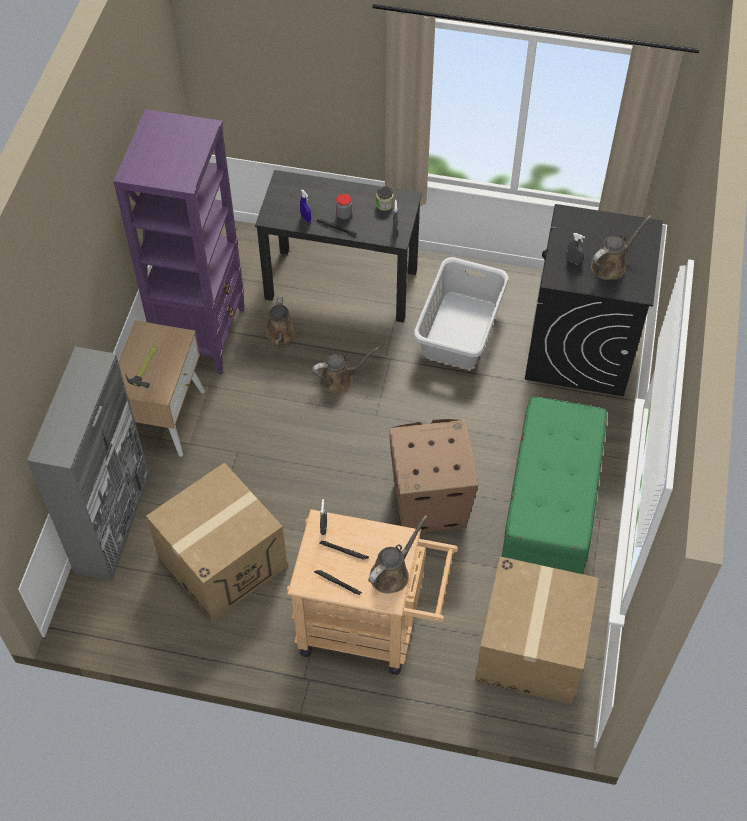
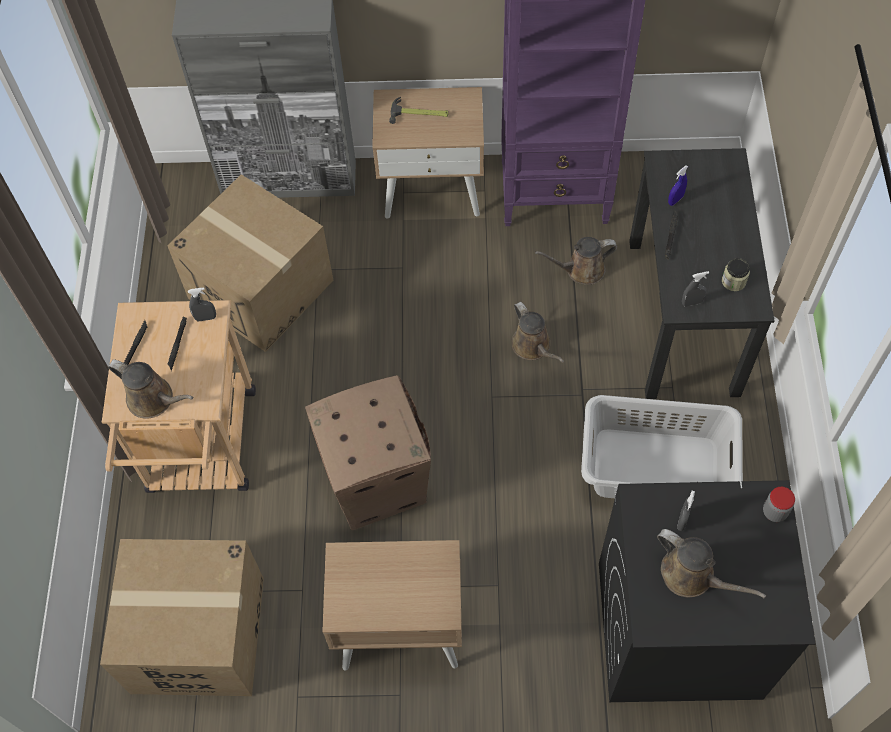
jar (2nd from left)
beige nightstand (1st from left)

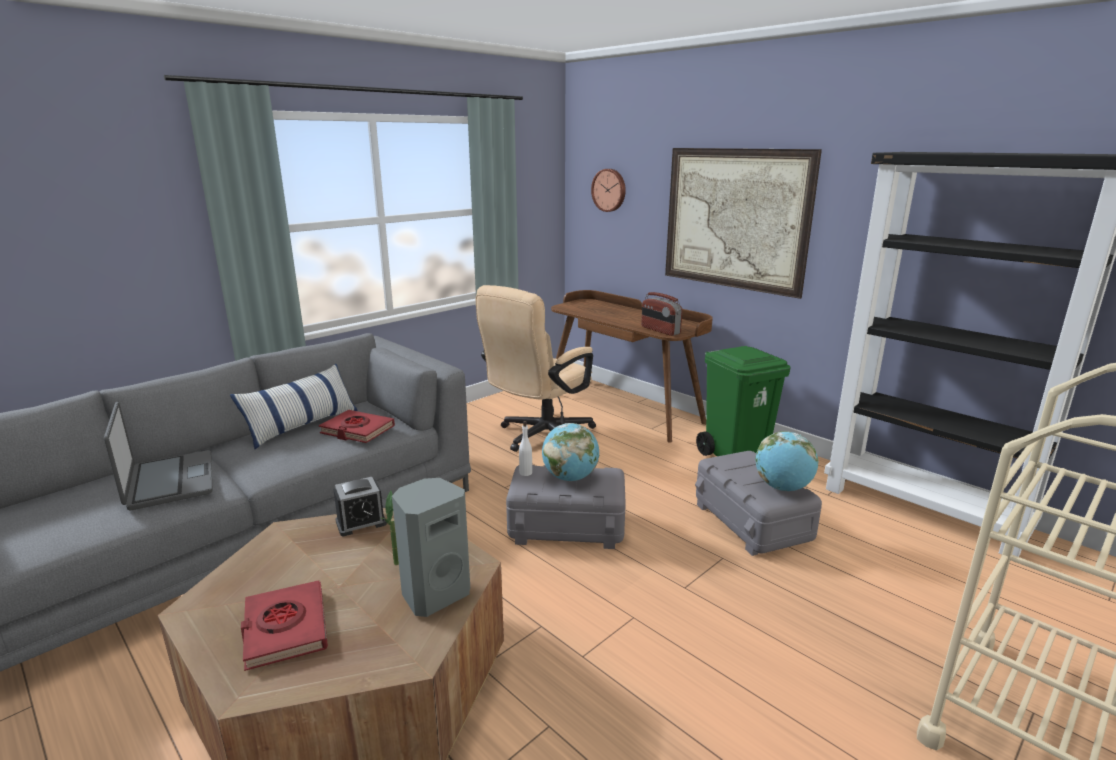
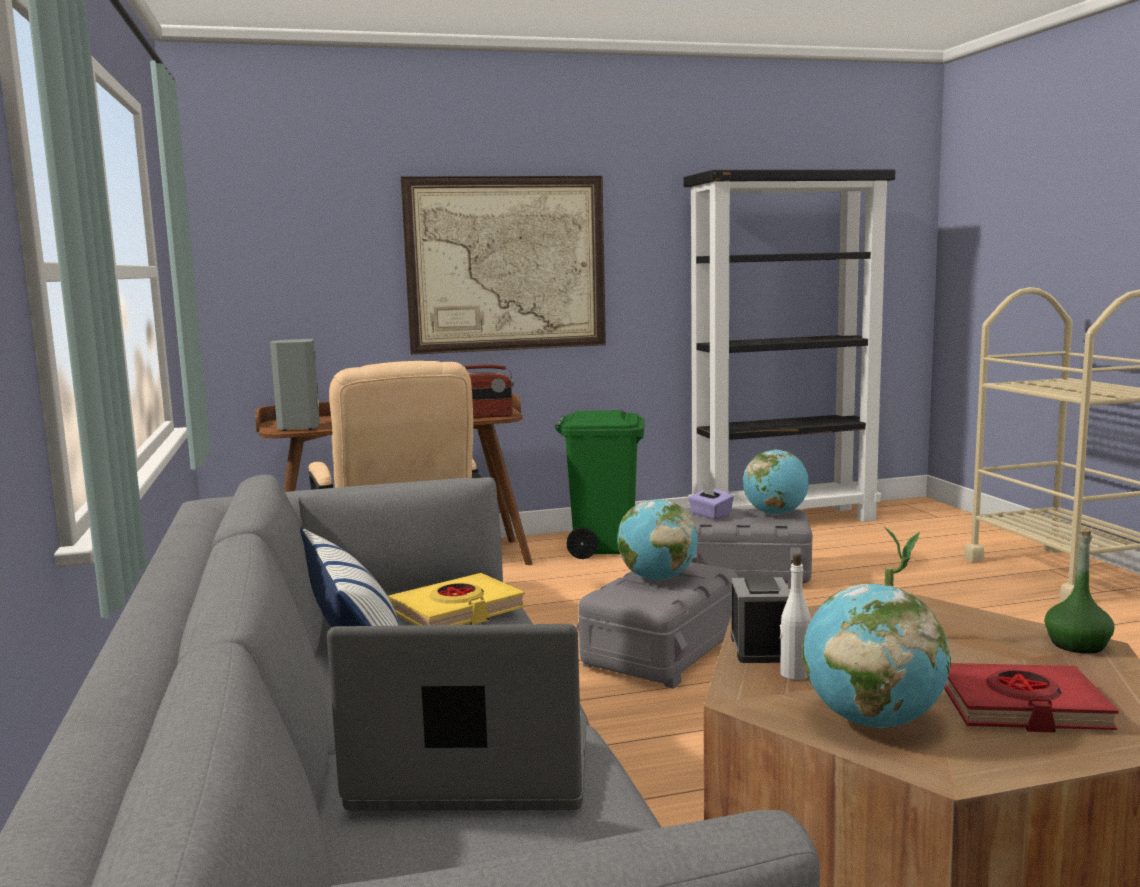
wall clock
purple tissue box
globe (3rd from left)
green bottle
grey speaker
white bottle
yellow book

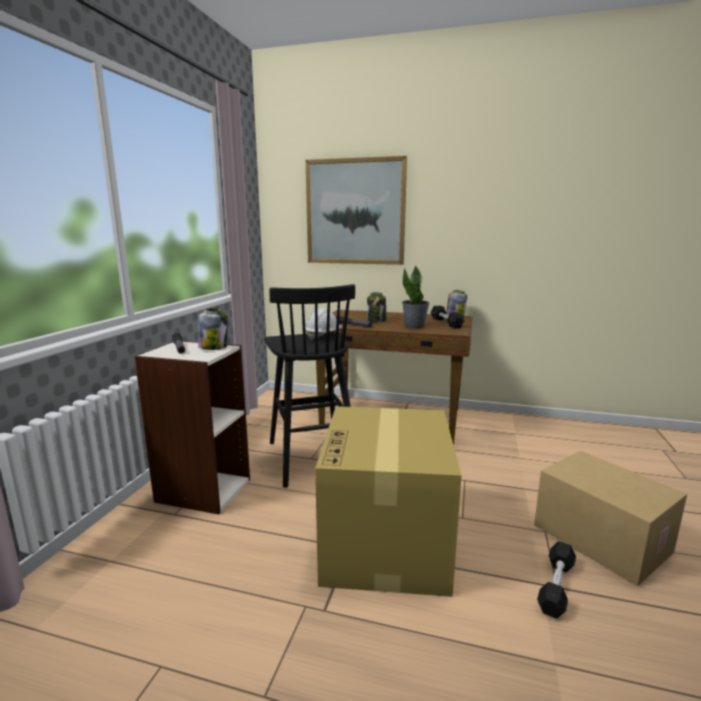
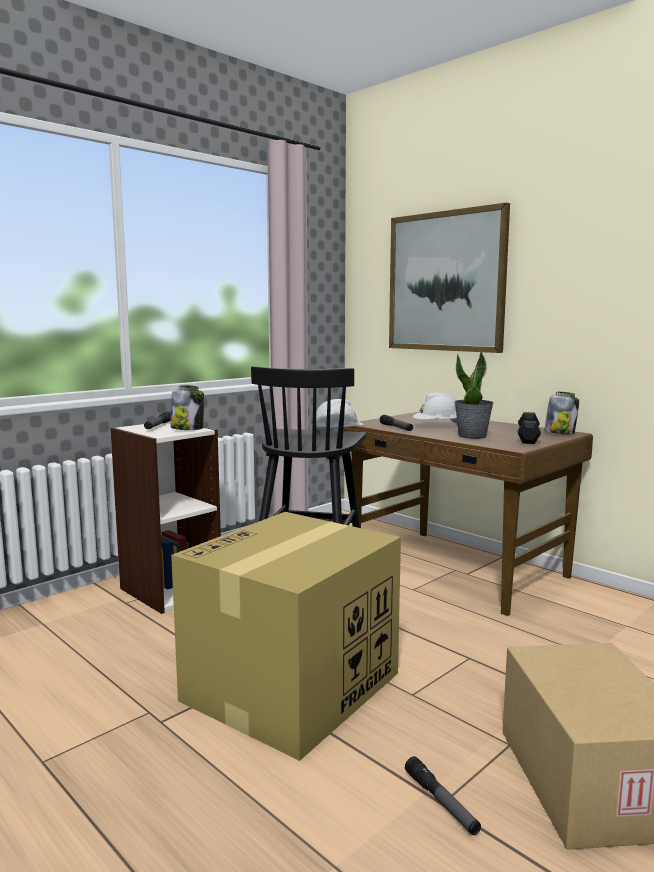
white hard hat (2nd from left)
flashlight (3rd from left)

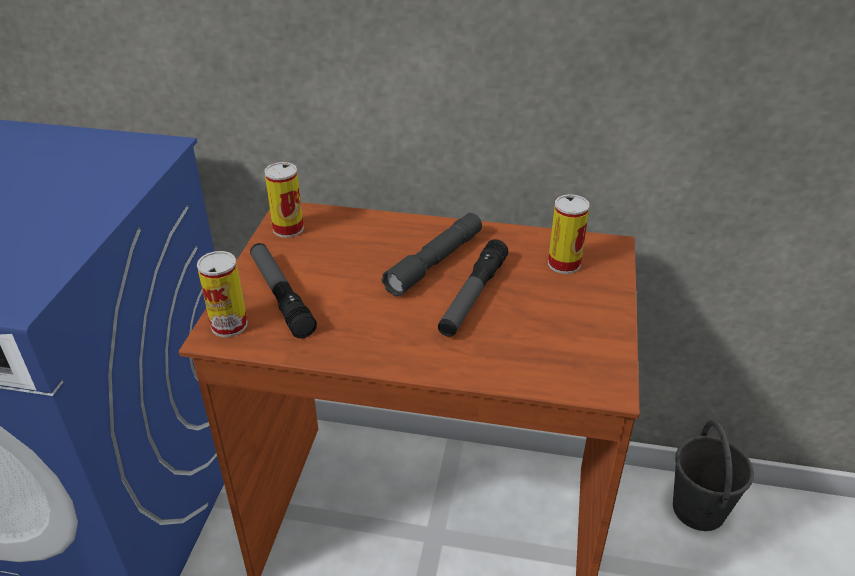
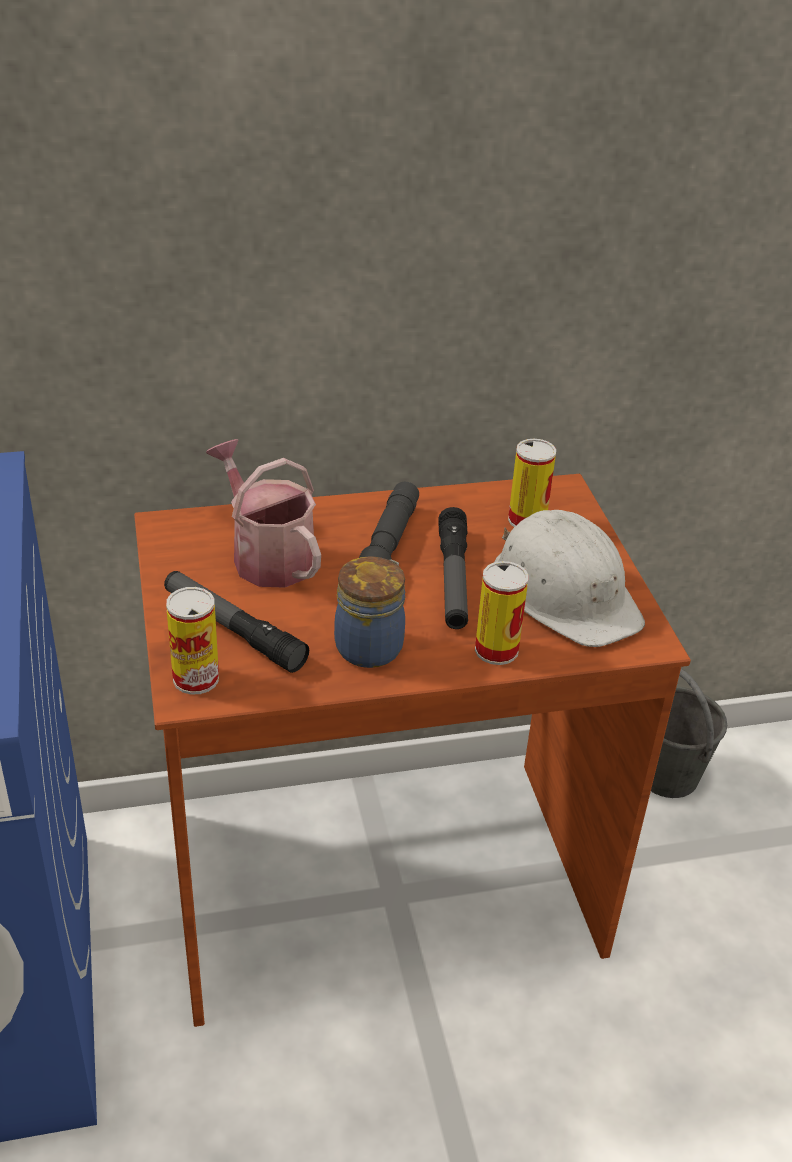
watering can
jar
white hard hat
can (2nd from left)

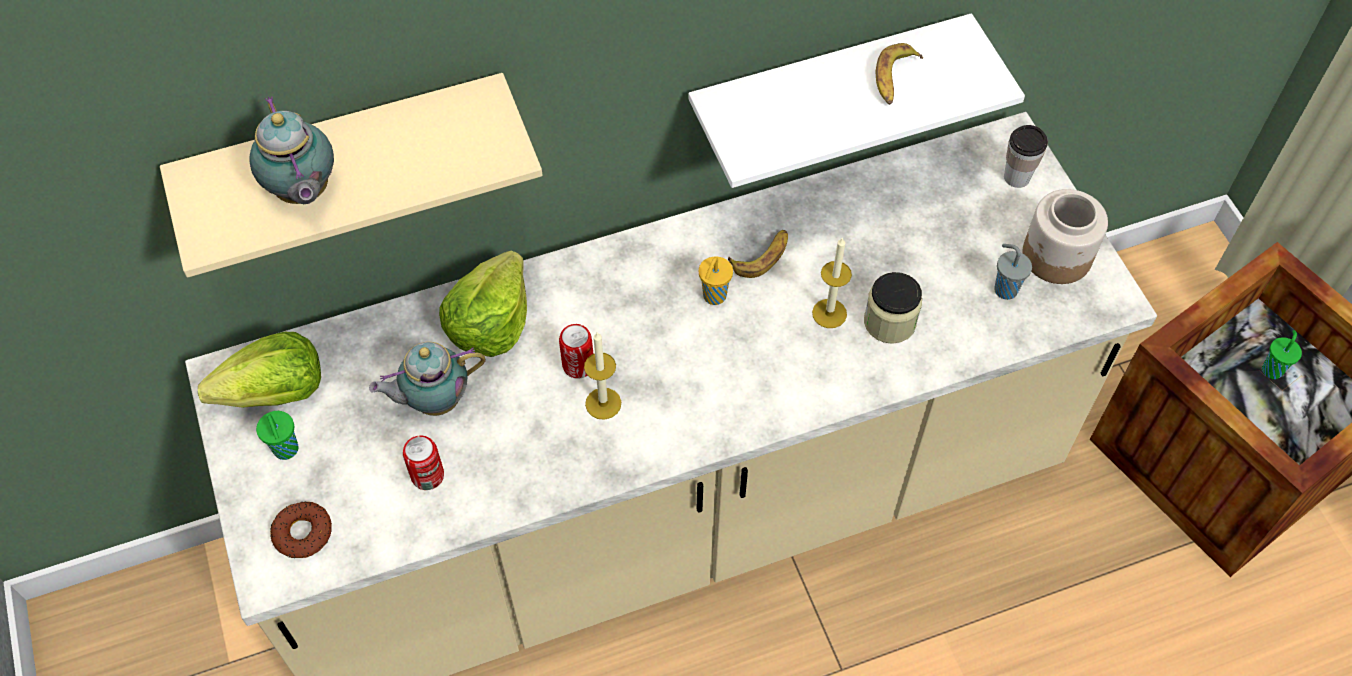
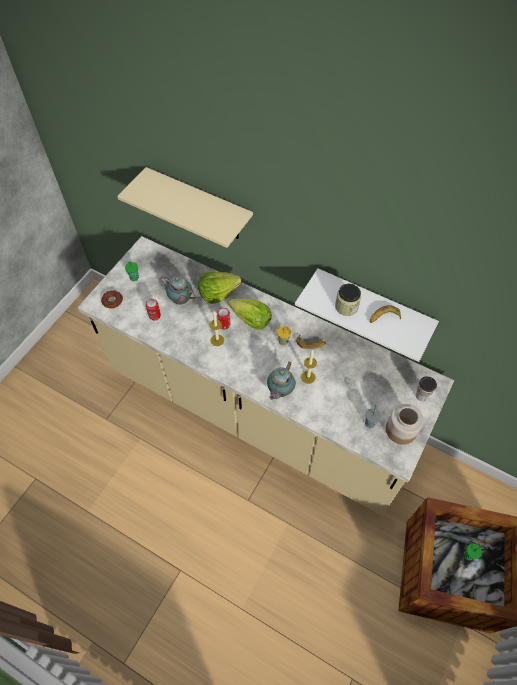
lettuce (2nd from left)
teapot (2nd from left)
jar (1st from left)

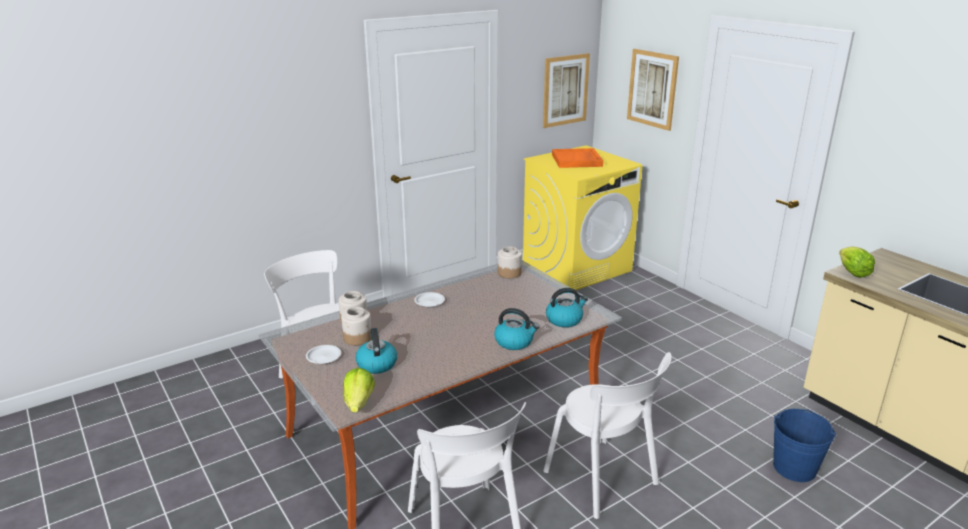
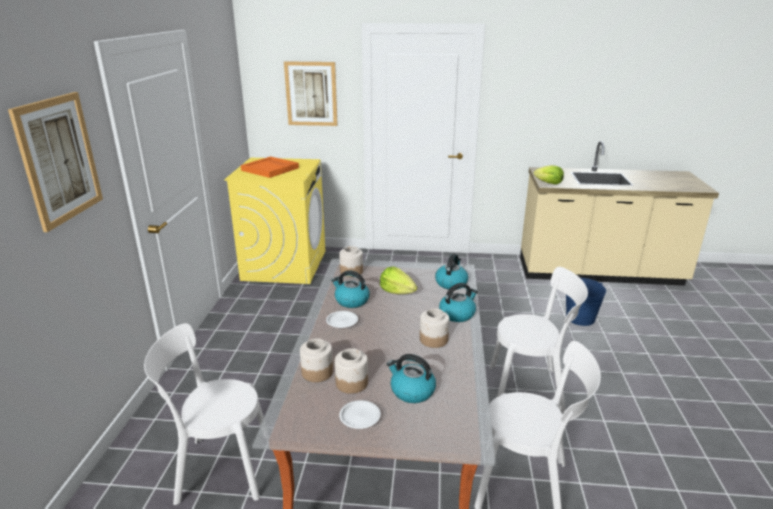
kettle (1st from left)
jar (4th from left)
lettuce (1st from left)
picture (1st from left)

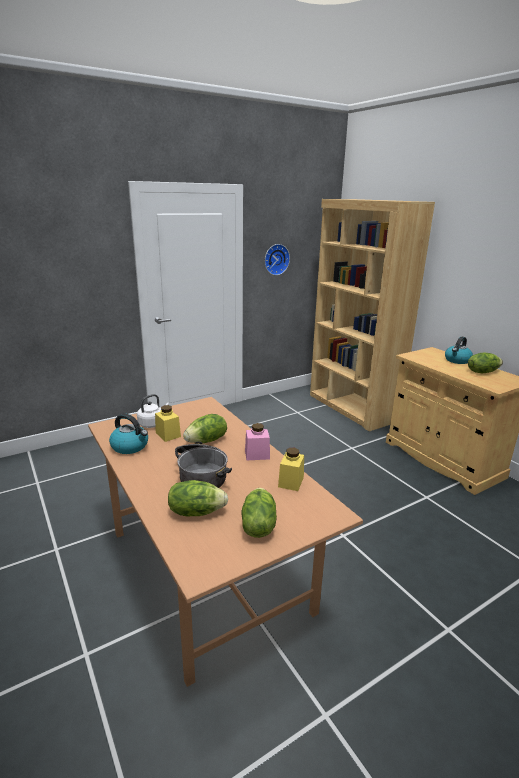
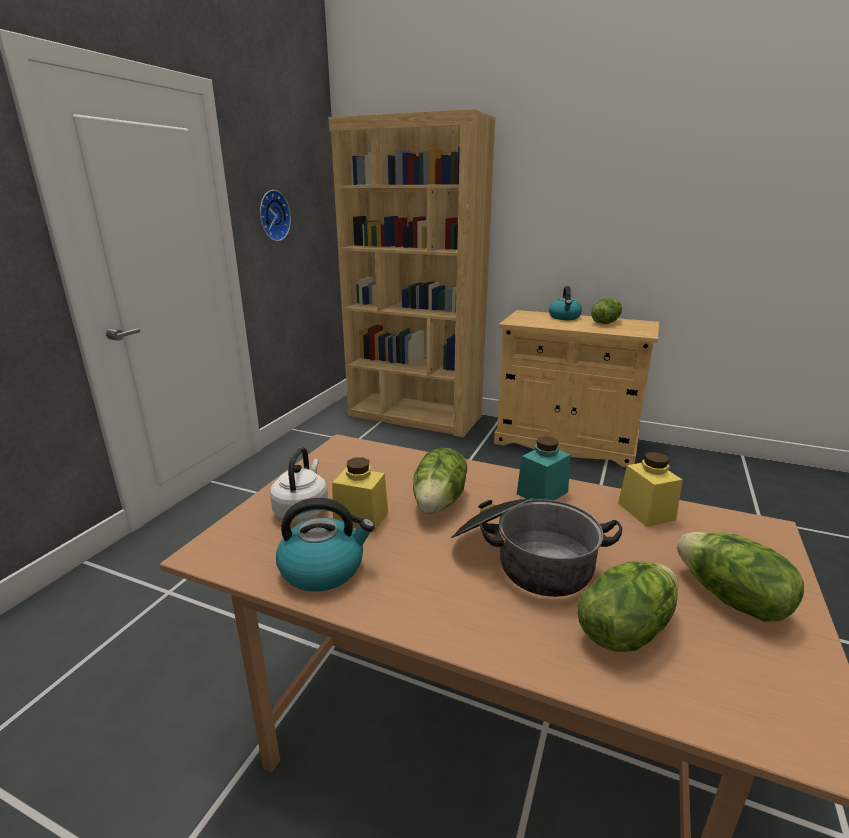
turquoise jar

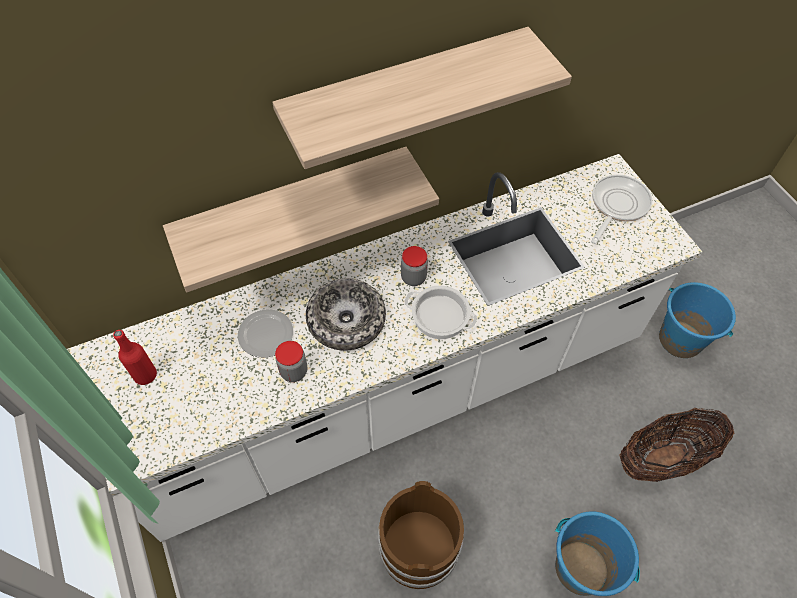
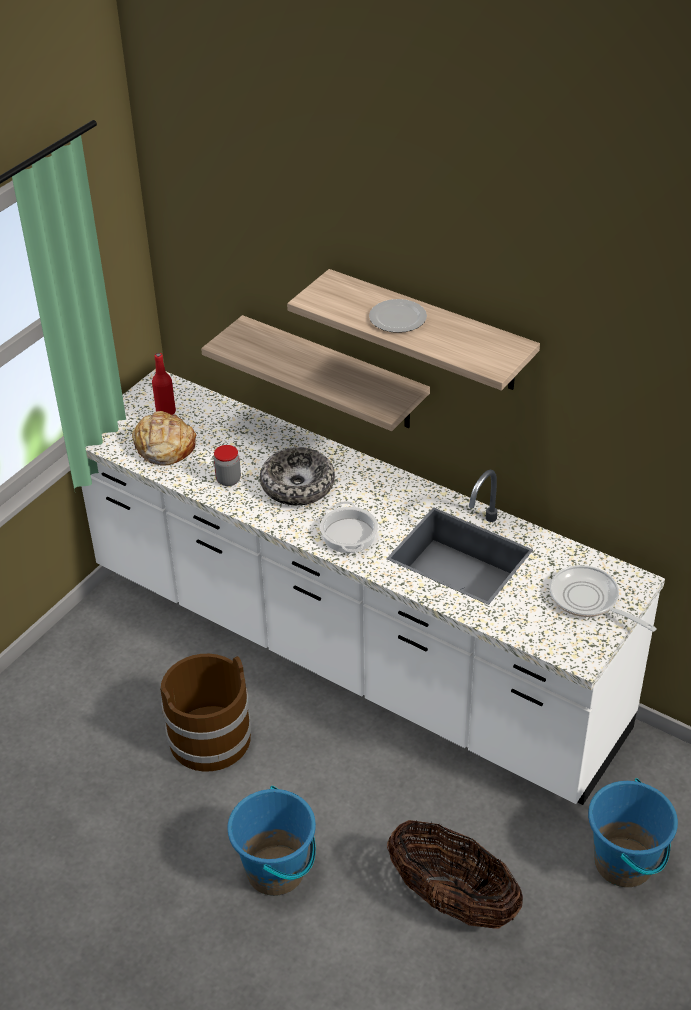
jar (2nd from left in the first image)
bread
plate
frying pan

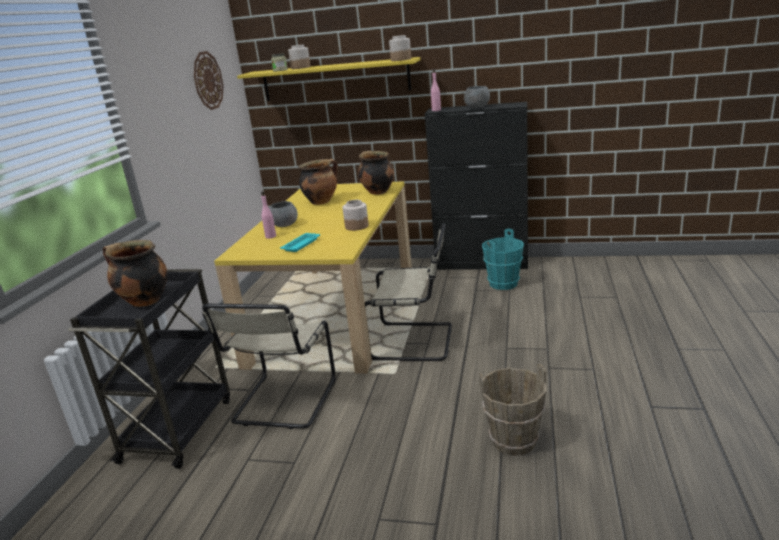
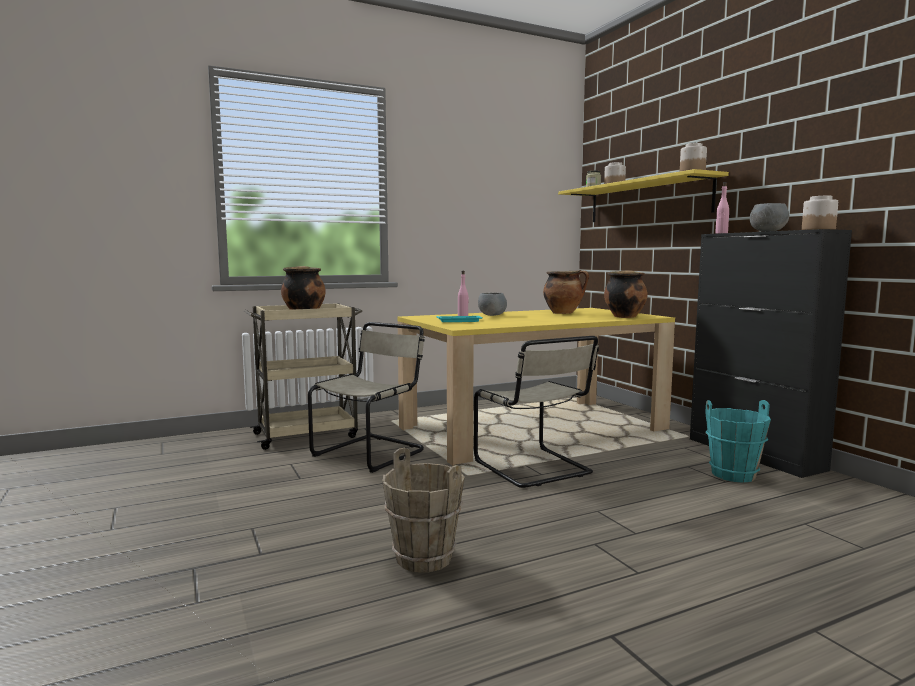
wall clock
jar (4th from left)
beige cart
beige chair (1st from left)

